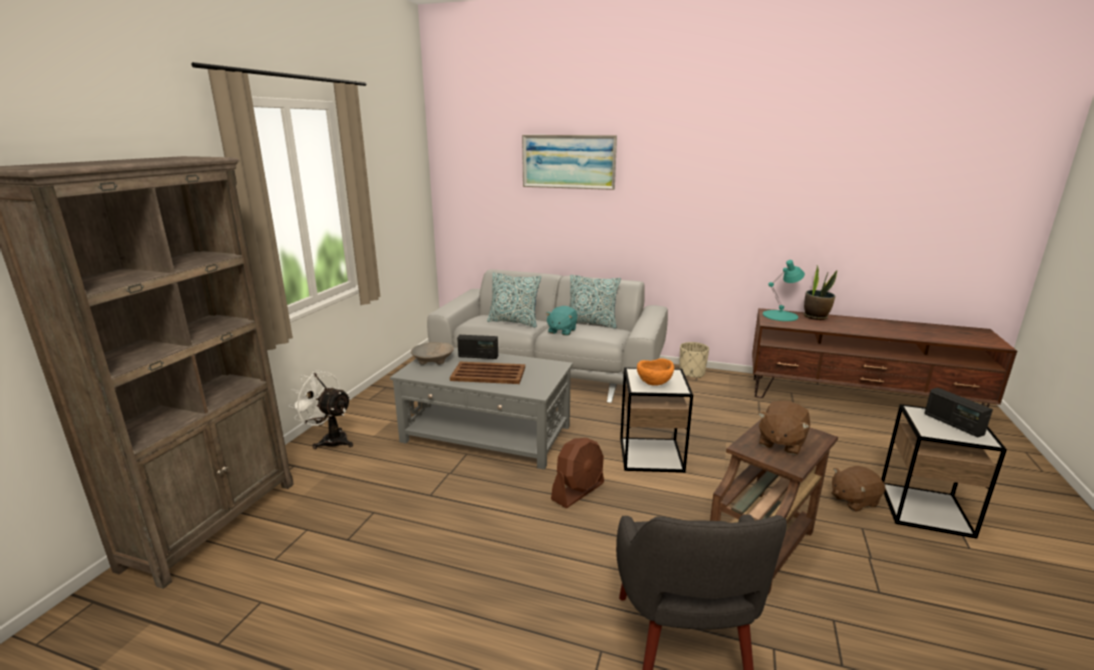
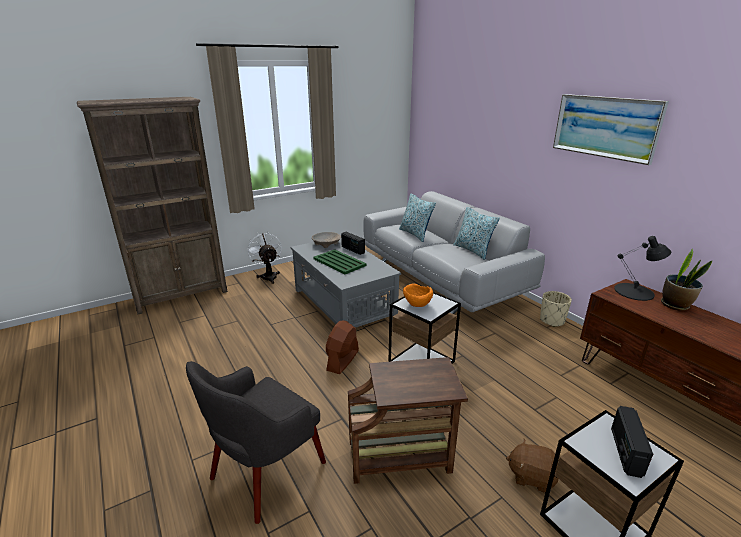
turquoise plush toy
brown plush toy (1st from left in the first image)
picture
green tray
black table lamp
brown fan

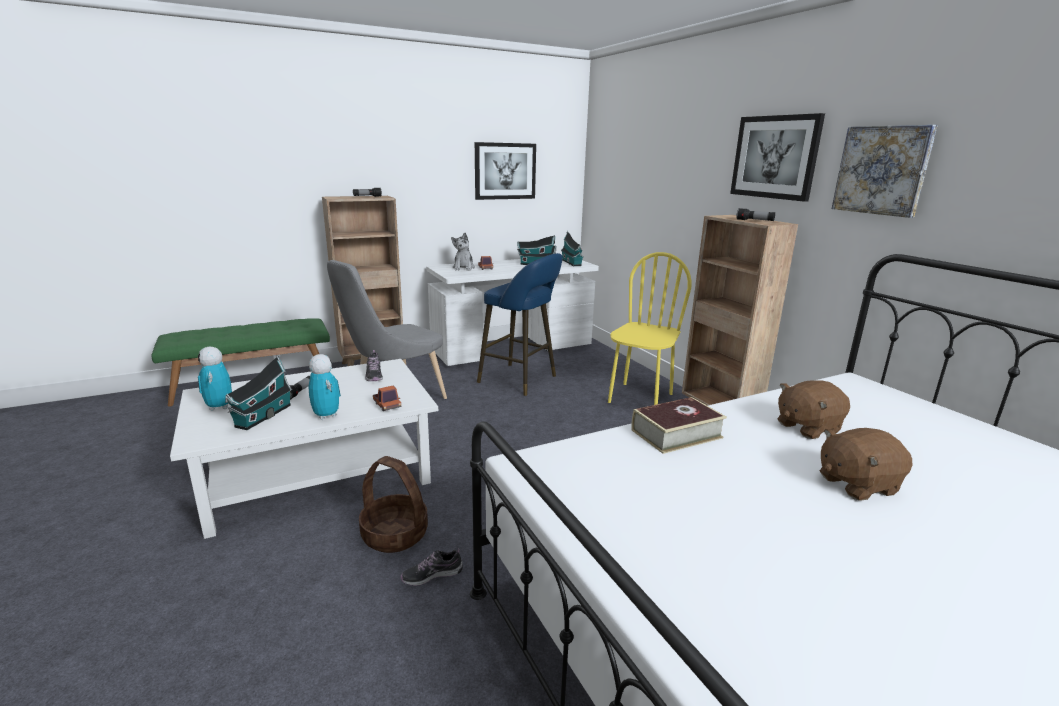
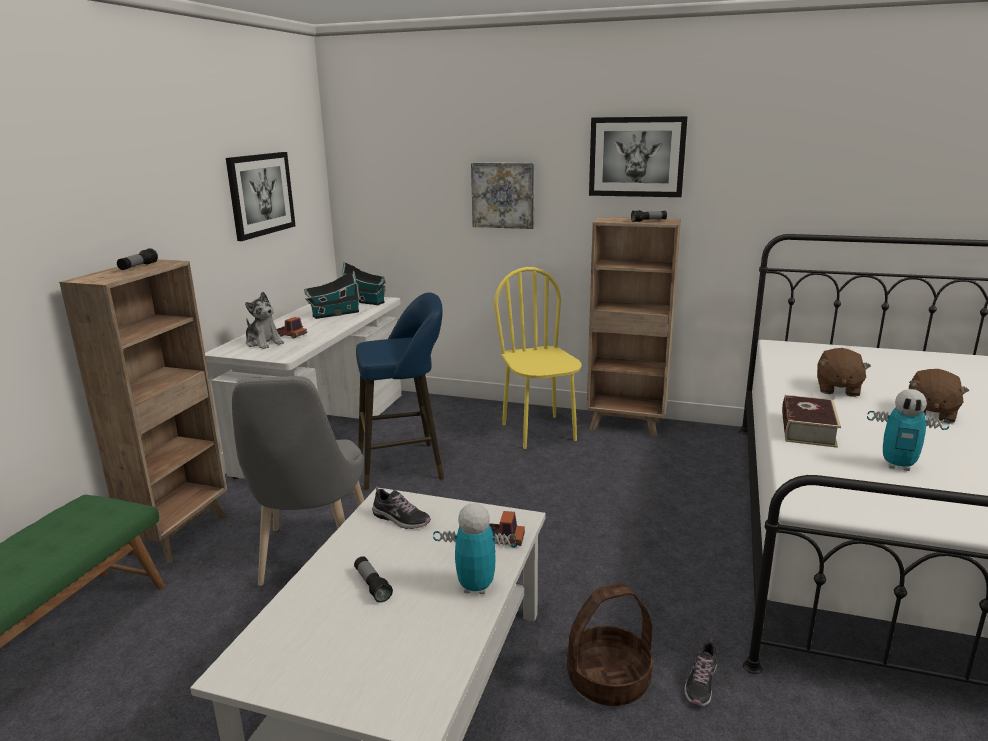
toy house (1st from left in the first image)
toy robot (2nd from left)
picture (2nd from left)

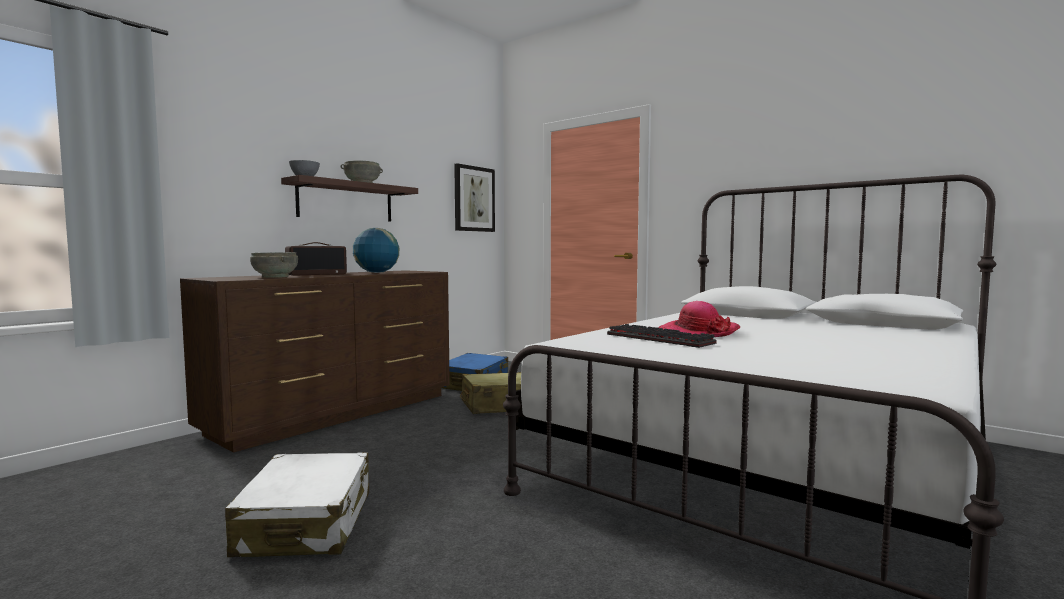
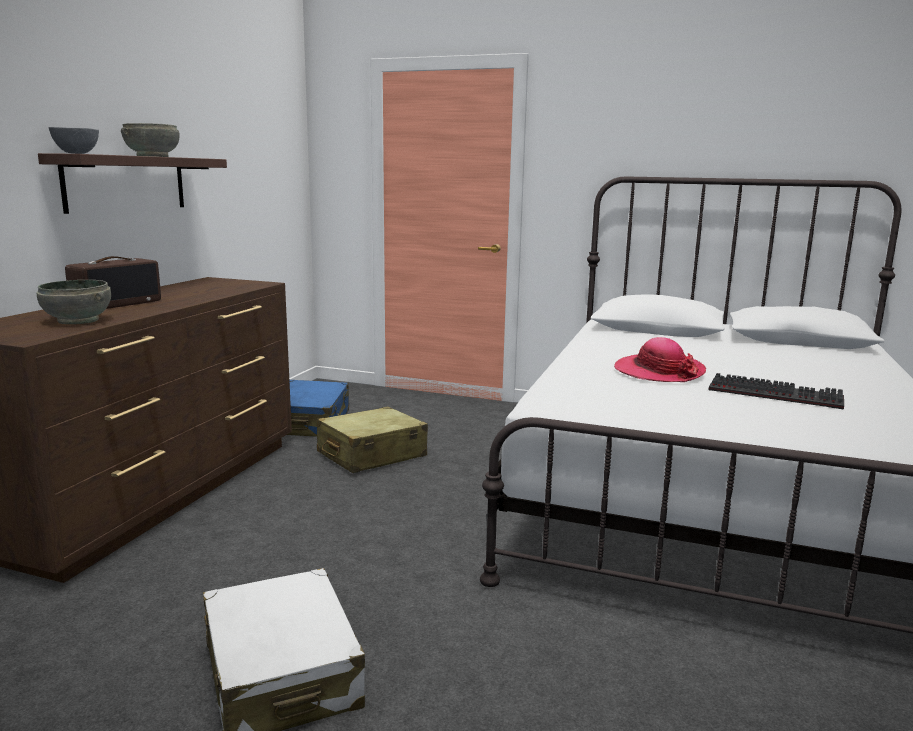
globe
picture
keyboard

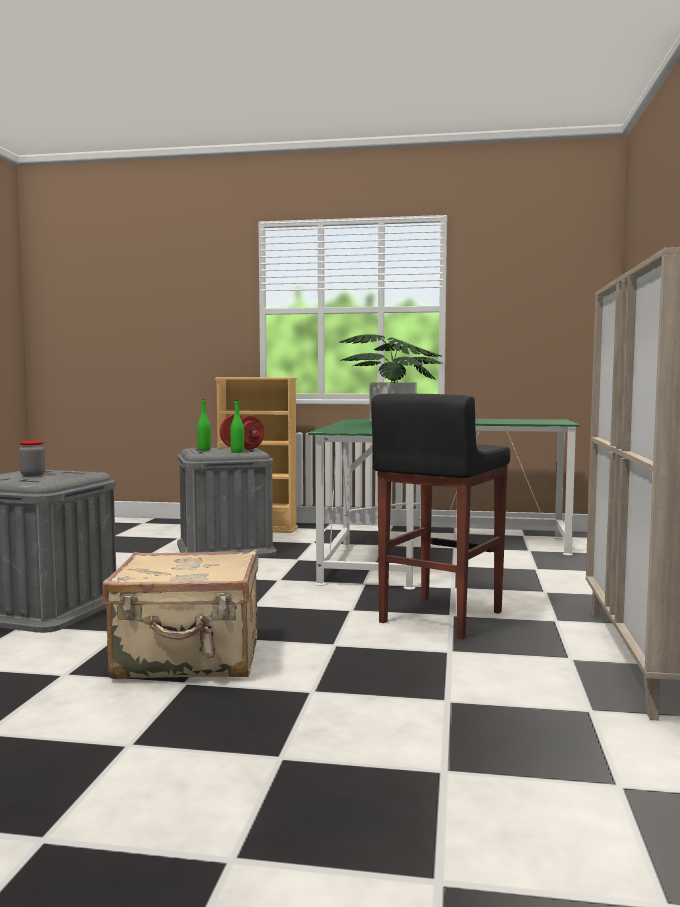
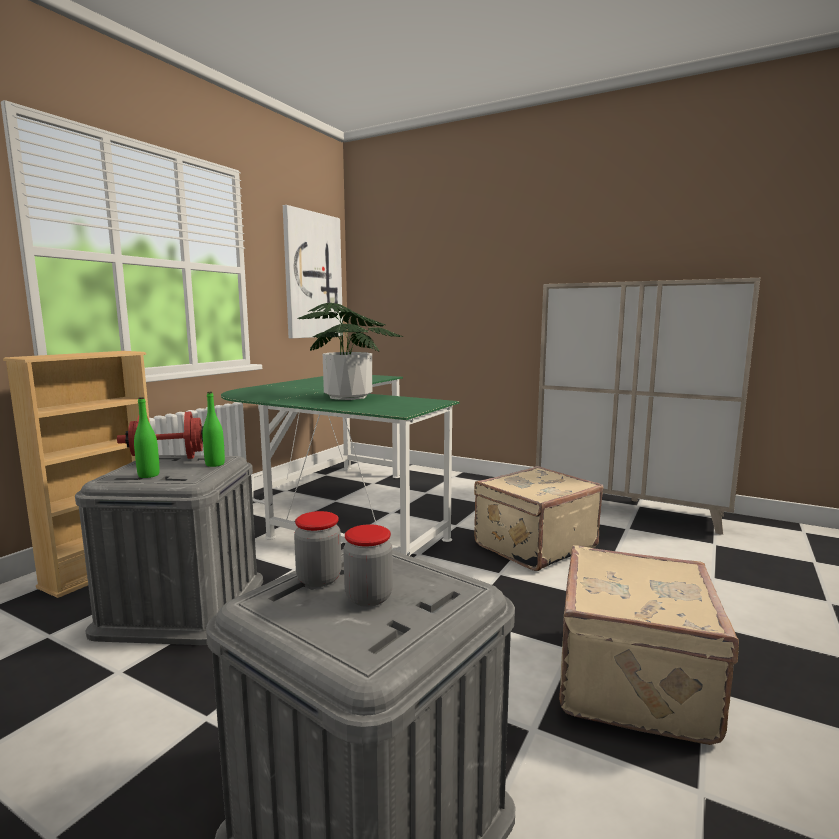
picture
jar (1st from left)
beige suitcase (1st from left)

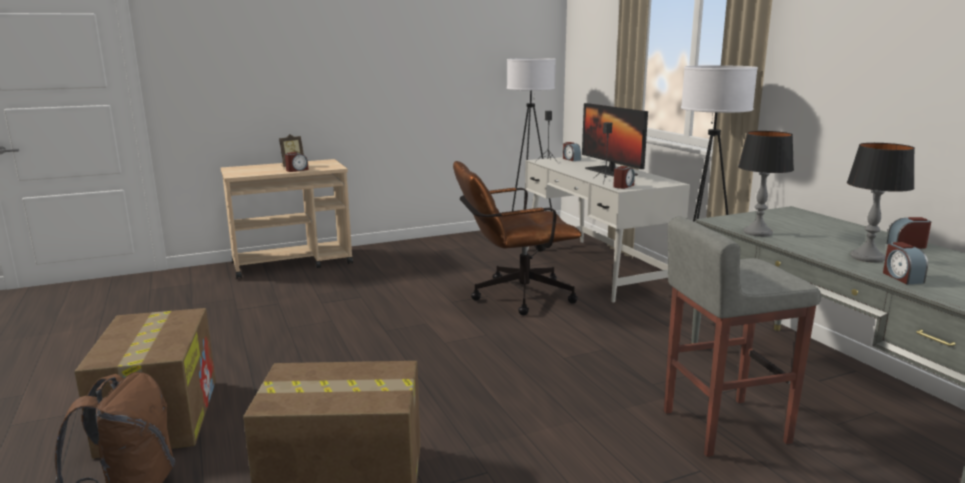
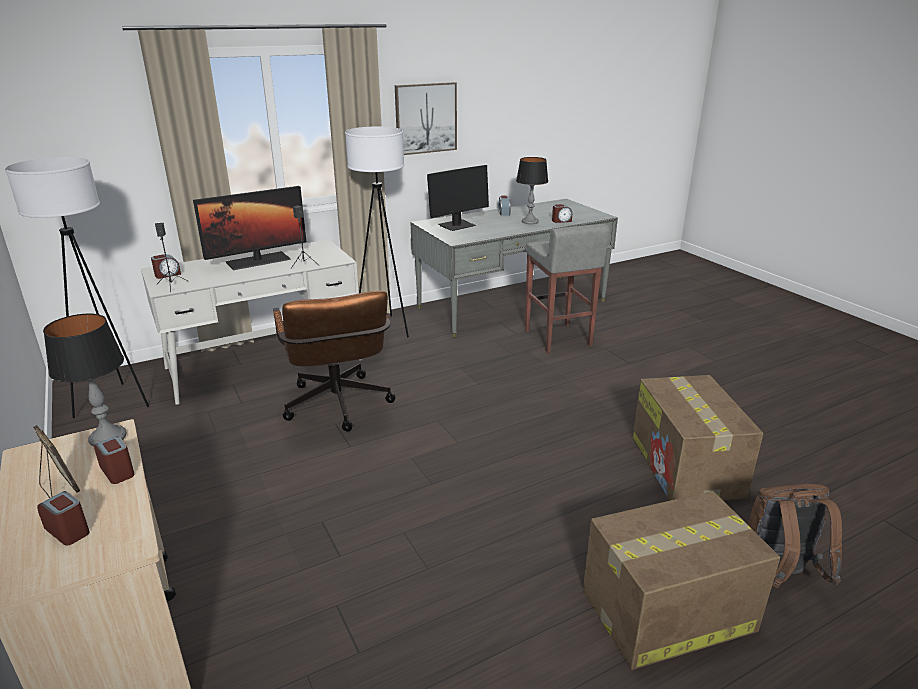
picture
monitor (2nd from left)
alarm clock (1st from left)
table lamp (1st from left)

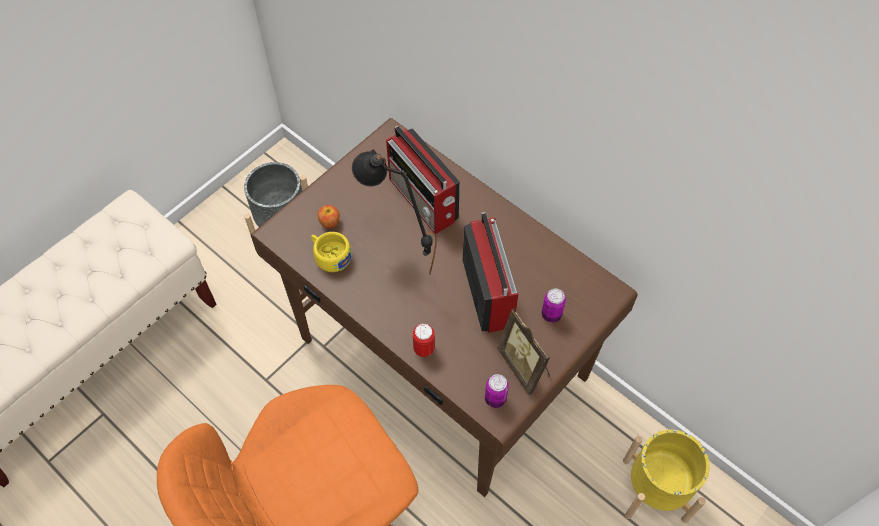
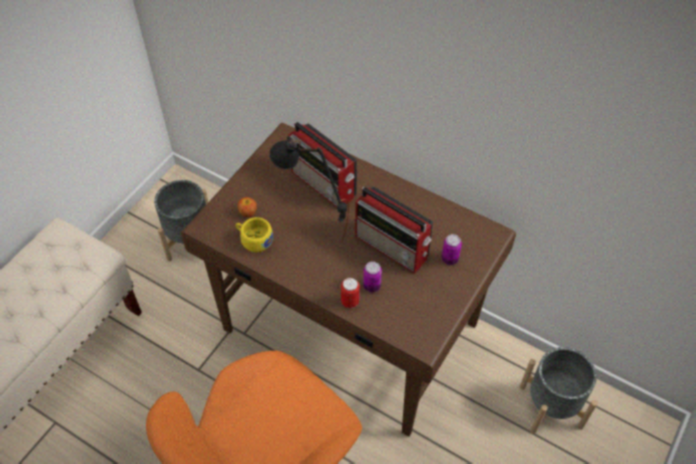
picture frame
can (2nd from left)
grey planter (2nd from left)
radio (2nd from left)

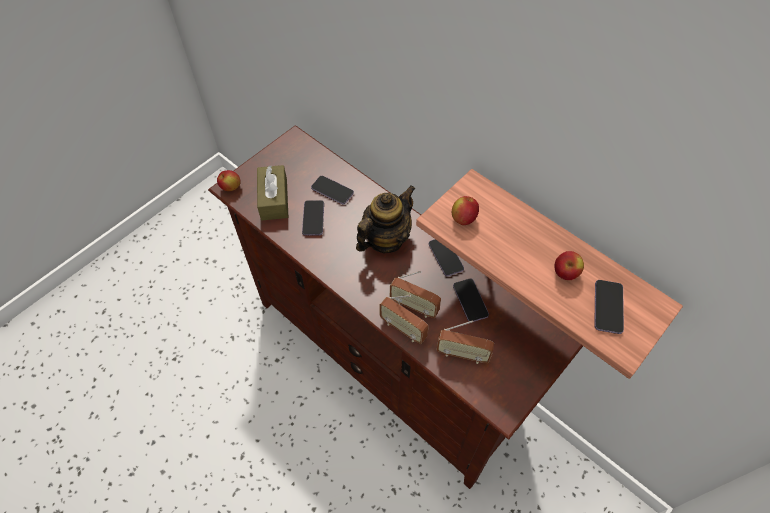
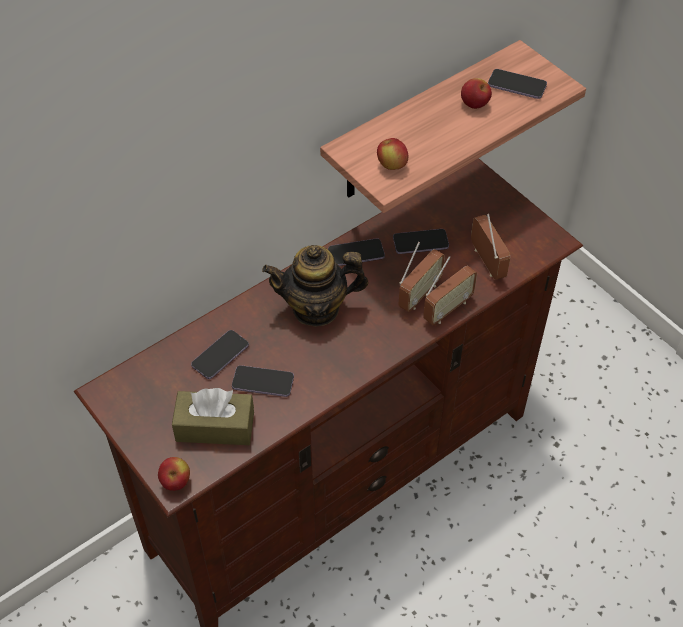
teapot
radio (3rd from left)

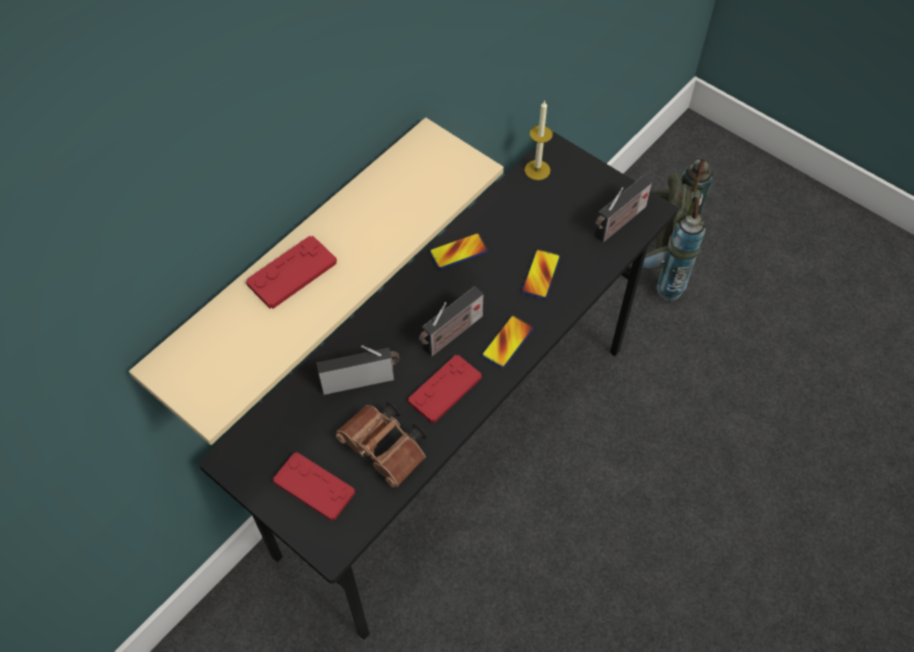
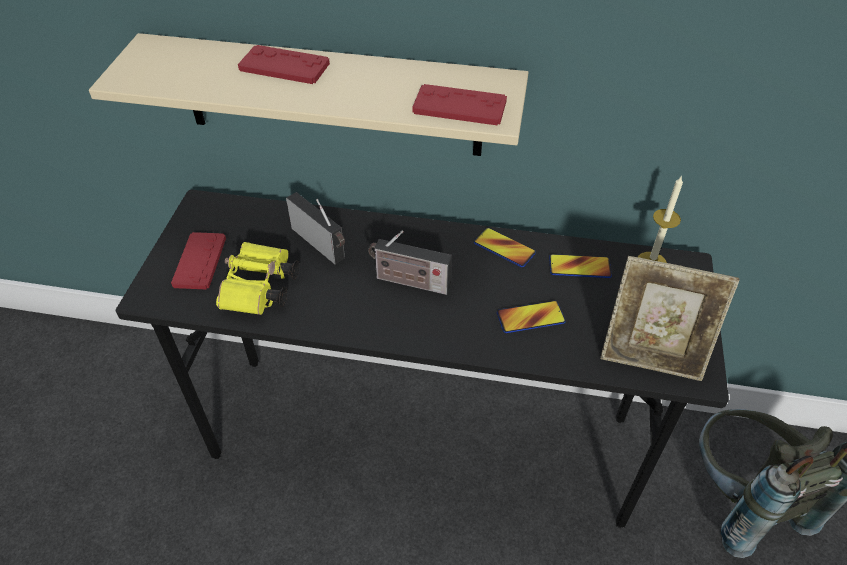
red game controller (3rd from left)
phone (3rd from left)
picture frame
yellow binoculars

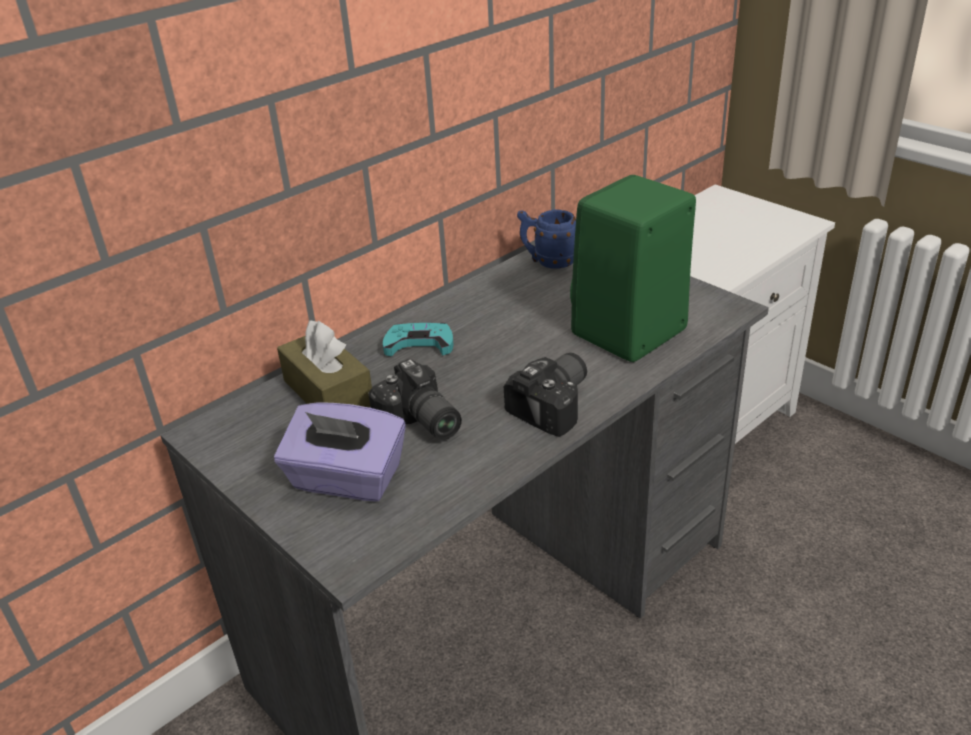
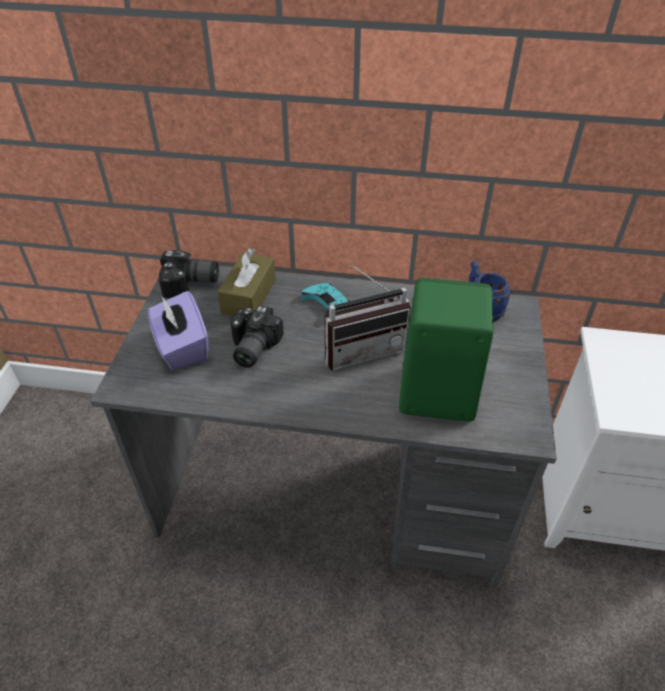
radio
photo camera (1st from left)

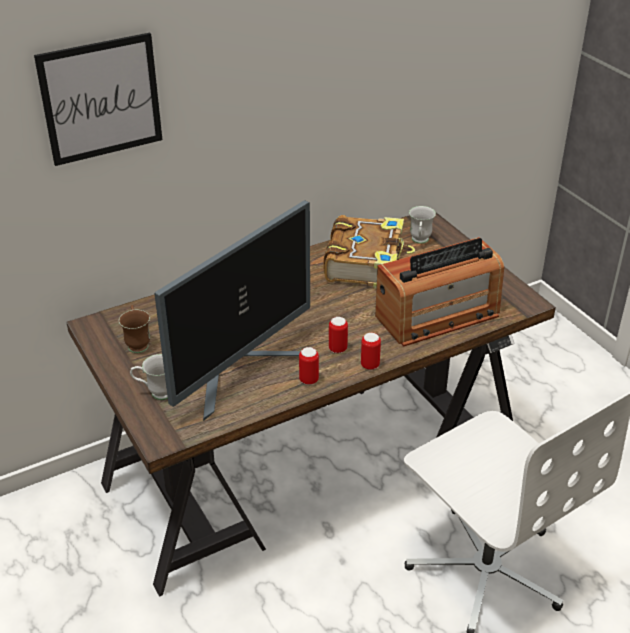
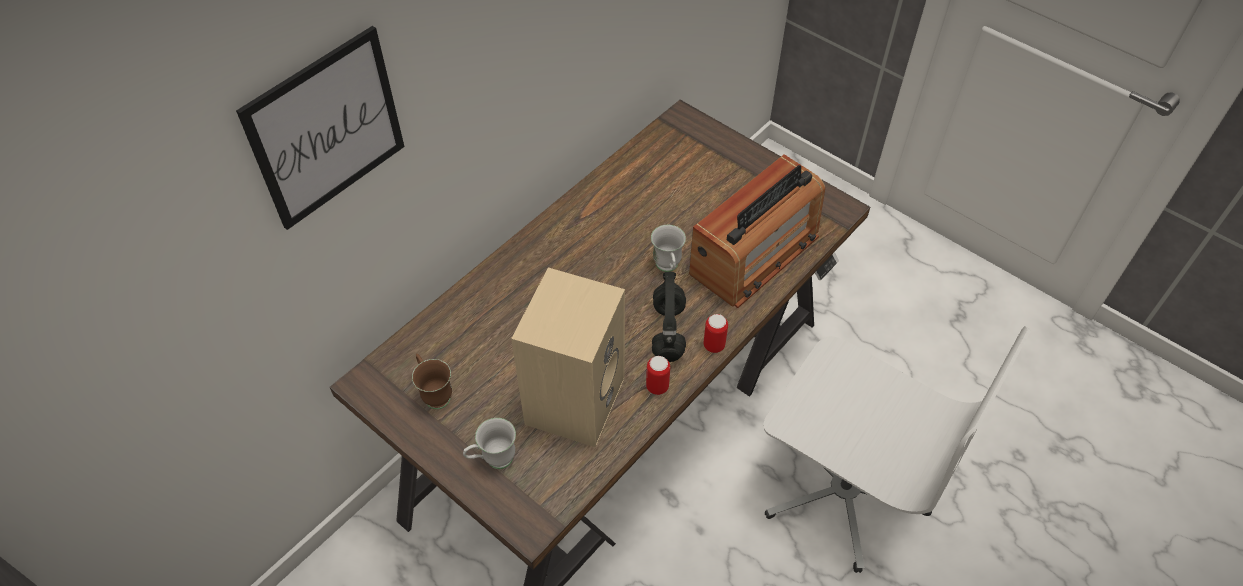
book
white mug (2nd from left)
beige speaker
black headphones

